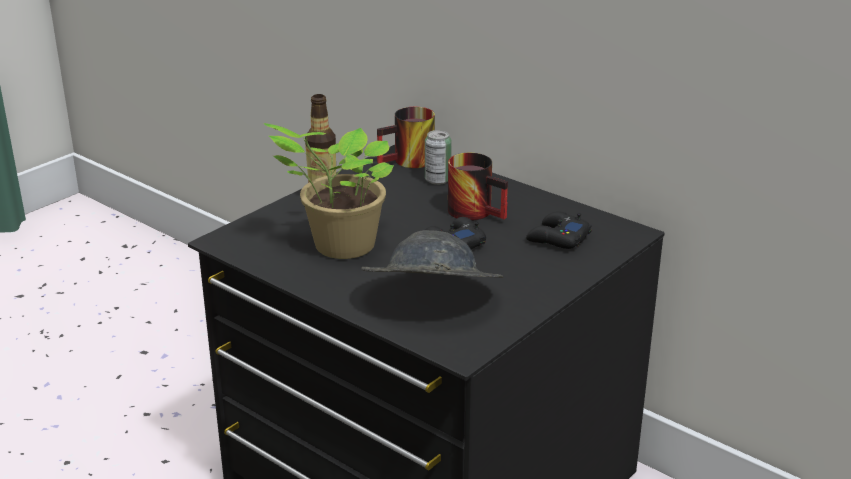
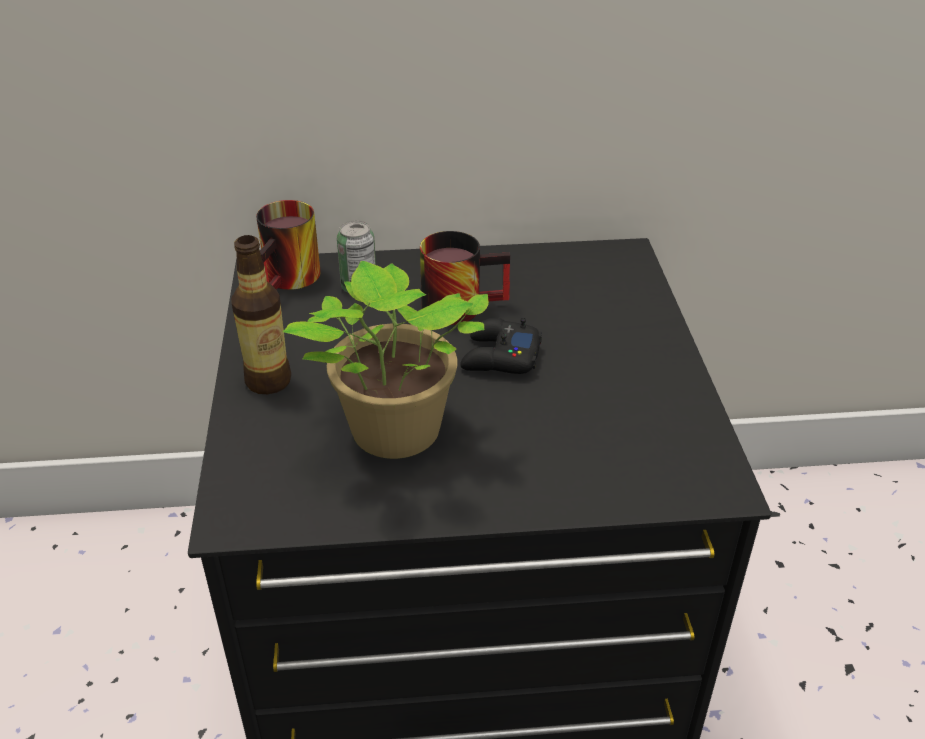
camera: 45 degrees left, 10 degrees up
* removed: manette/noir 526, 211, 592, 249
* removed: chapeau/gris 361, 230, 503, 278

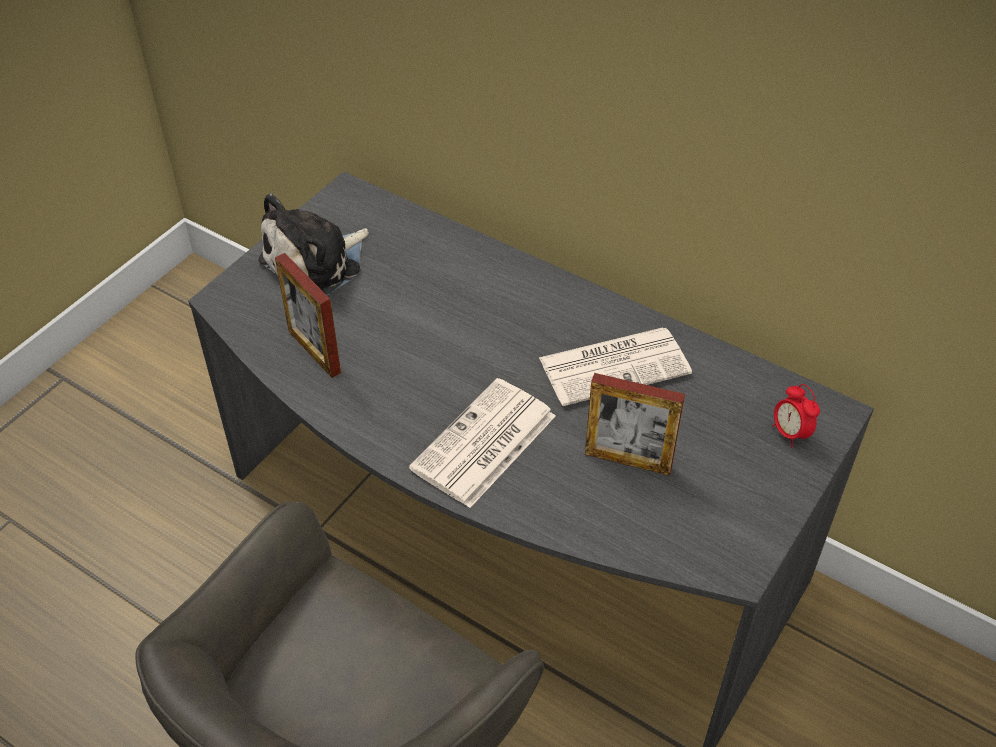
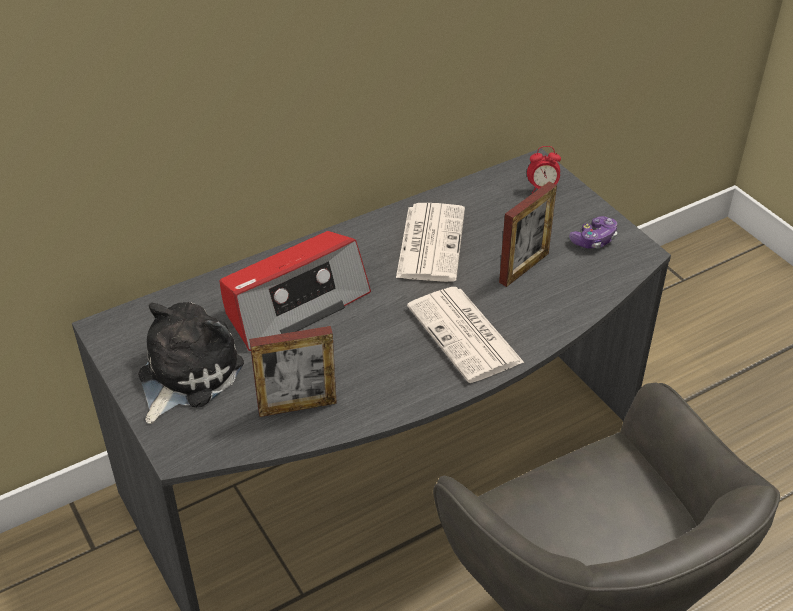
camera: 65 degrees left, 5 degrees down
* turned: peluche 258, 193, 369, 295 = 138, 302, 244, 424 135 degrees counterclockwise
* added: manette 569, 216, 617, 249
* added: radio 219, 231, 371, 351

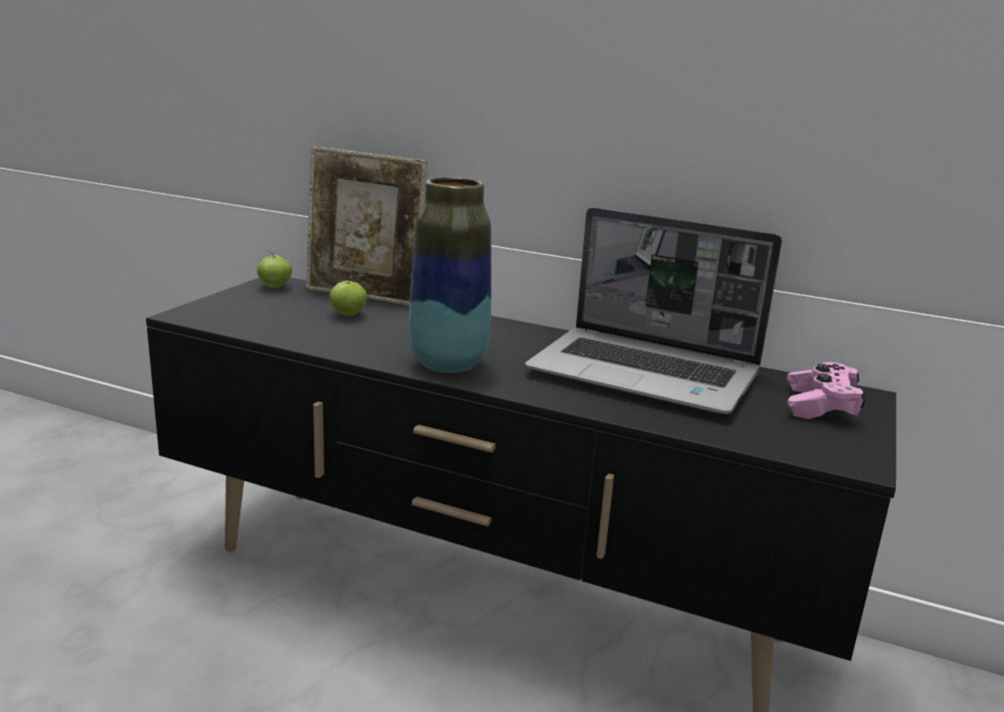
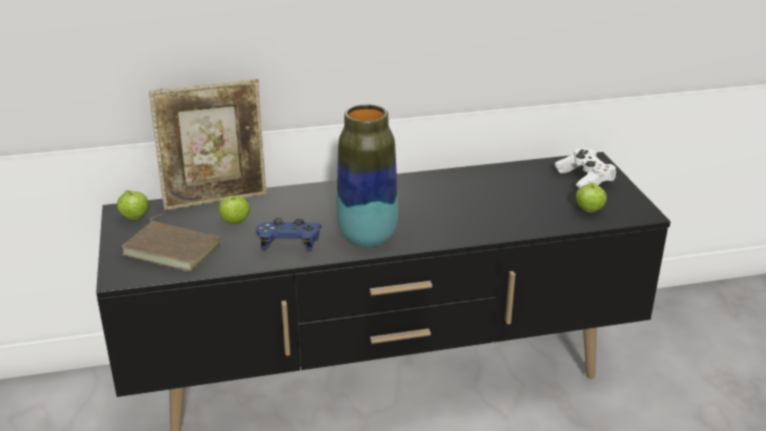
camera: 35 degrees left, 10 degrees up
* removed: ordinateur portable 525, 207, 782, 414
* recoloured: manette/rose 787, 362, 866, 419 to manette/blanc 555, 148, 618, 188
* added: pomme 576, 181, 607, 213
* added: livre/marron 122, 214, 221, 272
* added: manette/bleu 256, 218, 322, 252

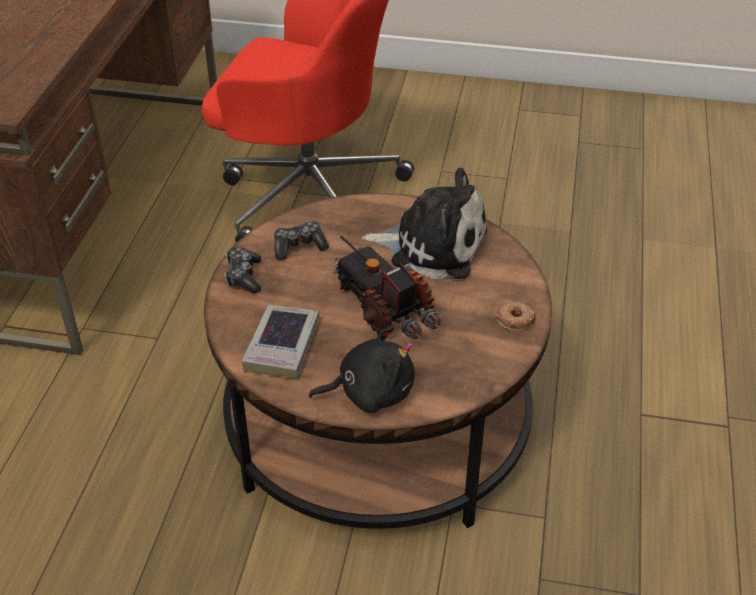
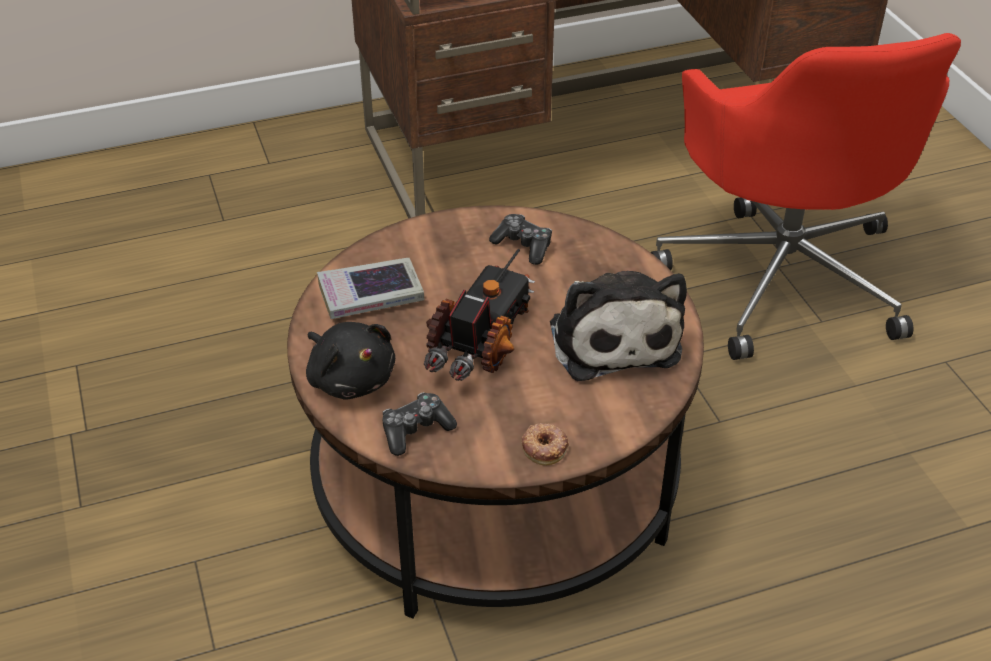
camera: 60 degrees right, 0 degrees up
* moved: manette 224, 247, 261, 294 to 382, 392, 457, 456

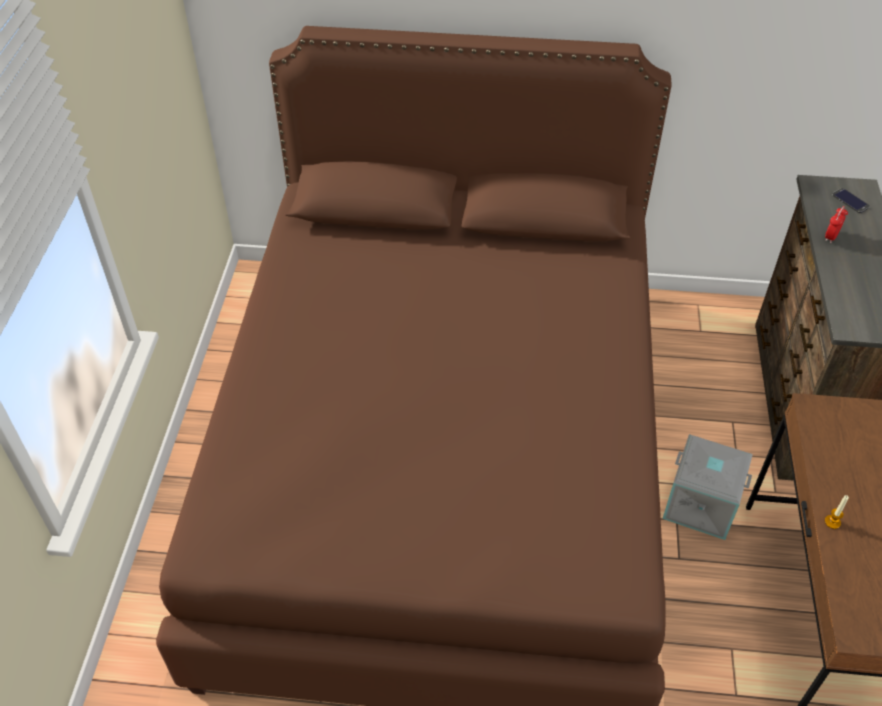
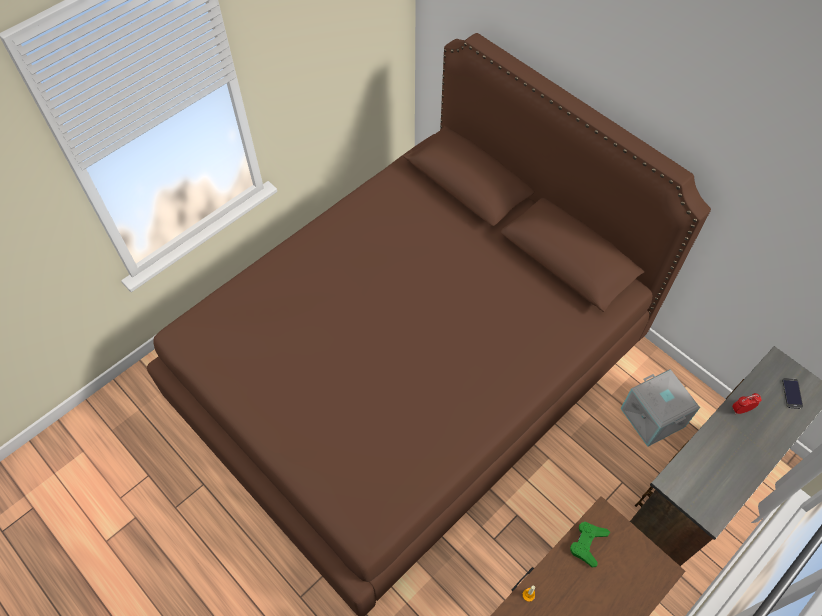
camera: 40 degrees right, 10 degrees up
* moved: boîte de rangement/gris 662, 434, 753, 540 to 620, 369, 700, 447
* added: manette/vert 570, 522, 610, 567

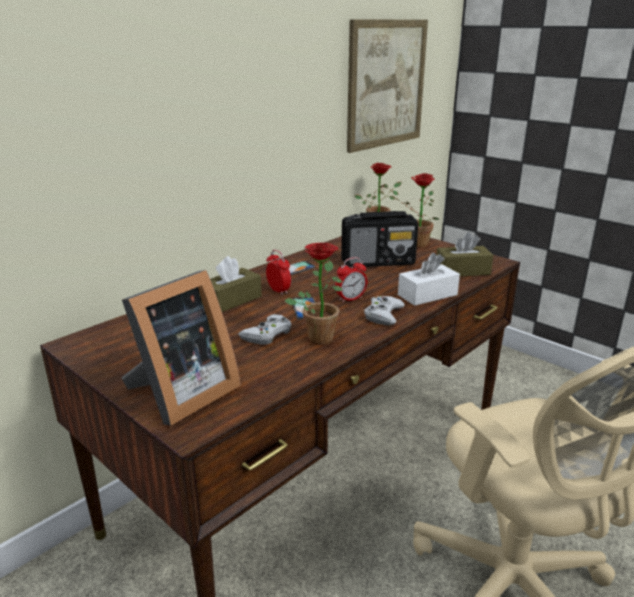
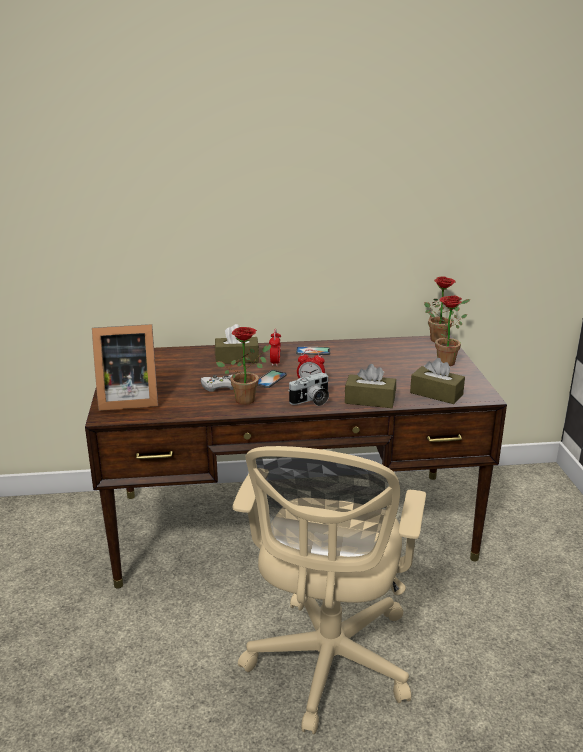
camera: 40 degrees right, 0 degrees up
* removed: tableau 347, 19, 428, 153
* removed: radio 341, 211, 418, 268
* recoloured: boîte à mouchoirs/blanc 398, 253, 460, 306 to boîte à mouchoirs/marron 345, 364, 396, 408
* replaced: manette/blanc 364, 296, 405, 325 to appareil photo 288, 372, 329, 406

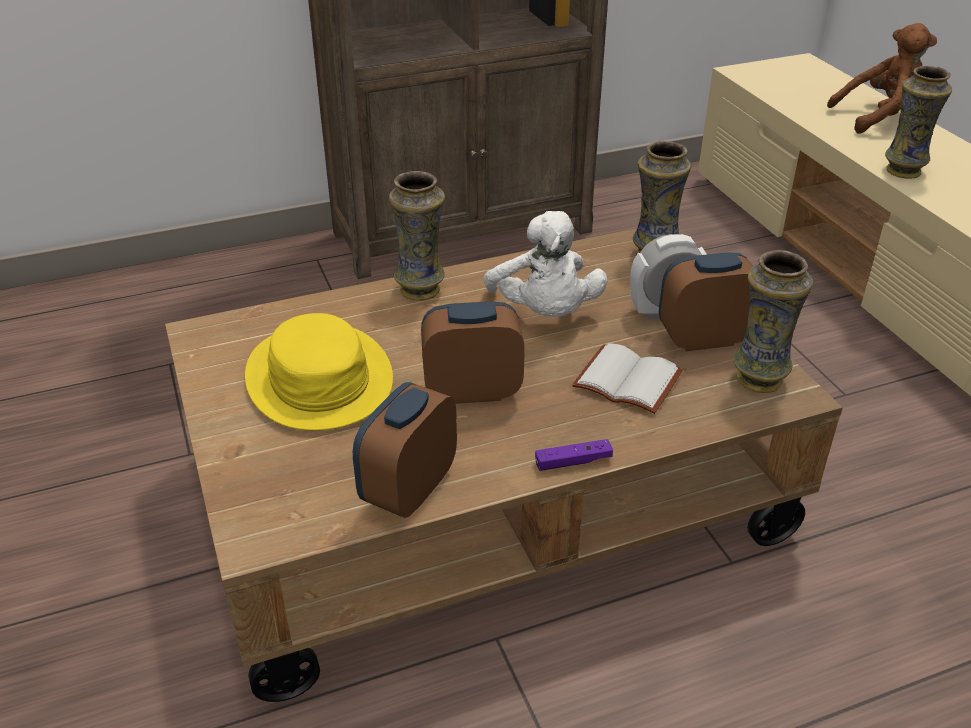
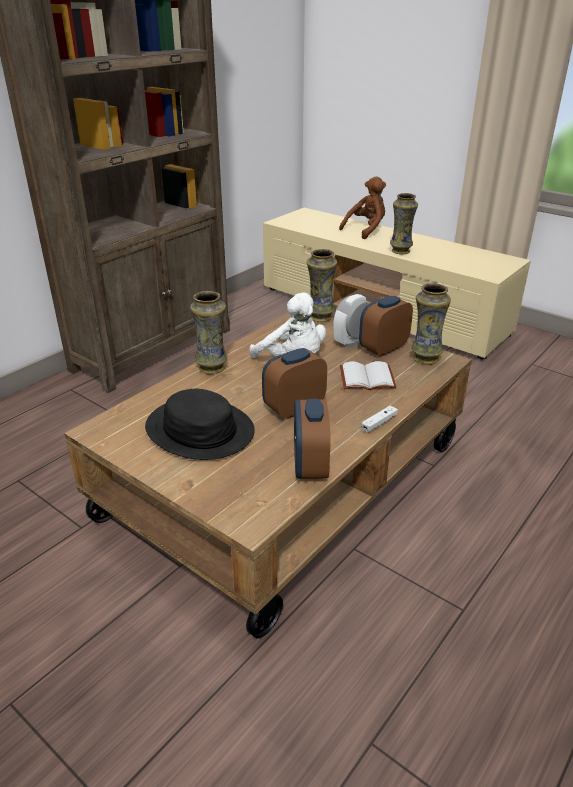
camera: 30 degrees left, 5 degrees down
* recoloured: chapeau/jaune 245, 313, 393, 431 to chapeau/noir 145, 389, 255, 460
* recoloured: manette/violet 535, 439, 613, 471 to manette/blanc 361, 405, 398, 433

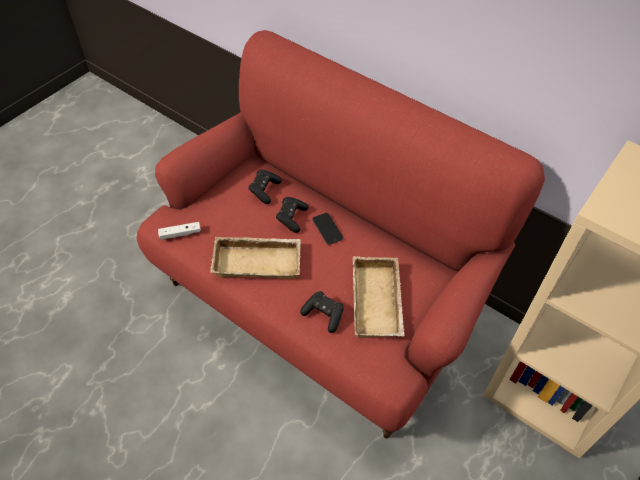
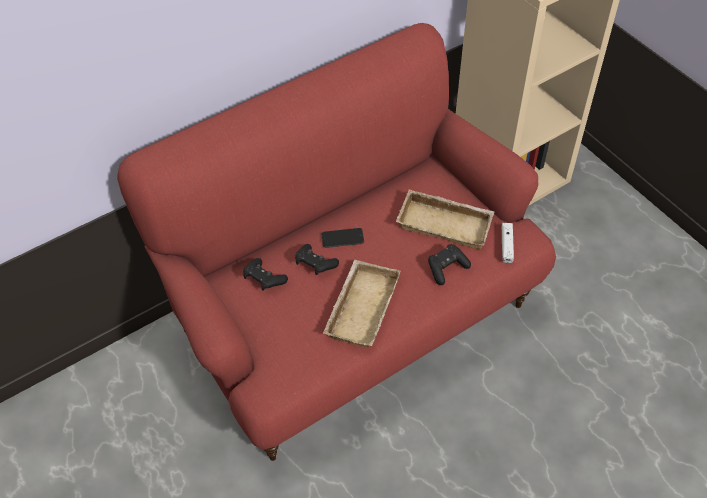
camera: 70 degrees left, 0 degrees up
* moved: manette/blanc 158, 222, 201, 240 to 502, 223, 514, 263

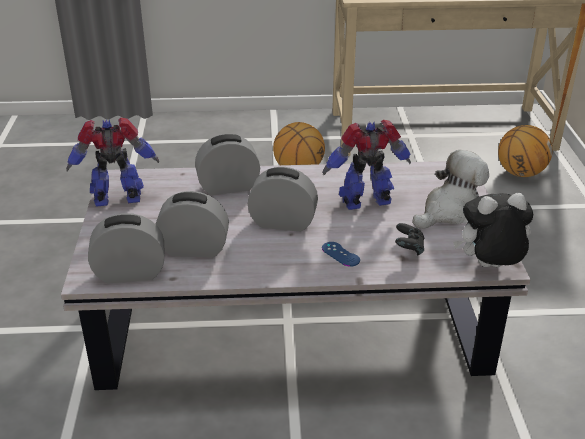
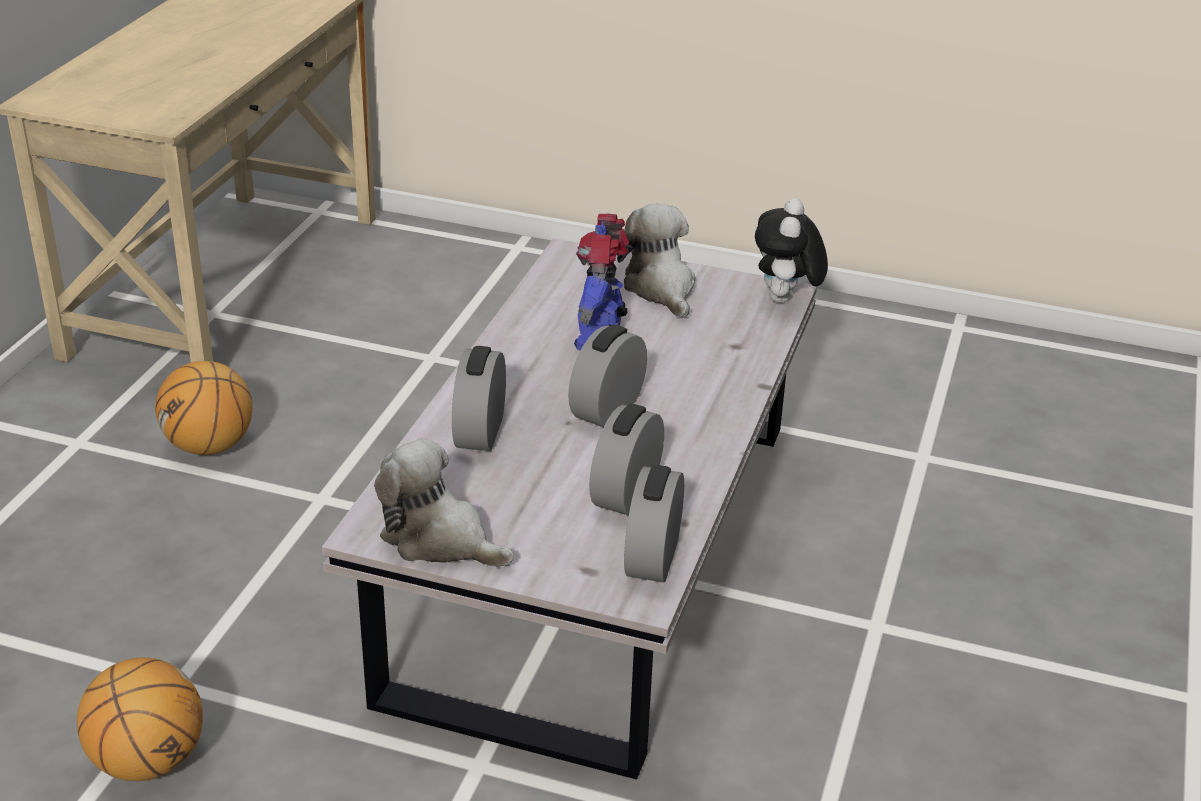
camera: 70 degrees left, 0 degrees up
* replaced: robot jouet 66, 118, 159, 207 to peluche 374, 438, 514, 567
* moved: ballon de basket 498, 125, 553, 177 to 77, 658, 203, 781
* removed: manette/noir 395, 223, 424, 255
* removed: manette/bleu 322, 242, 360, 267

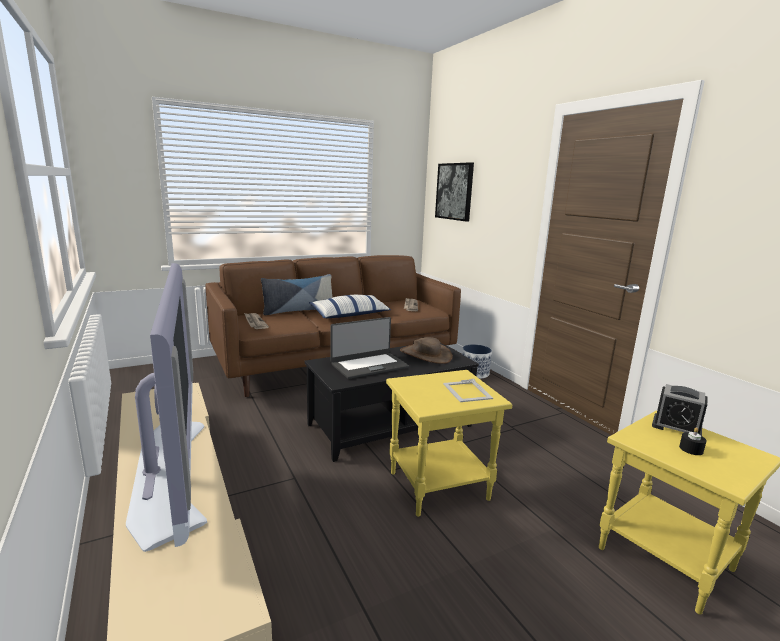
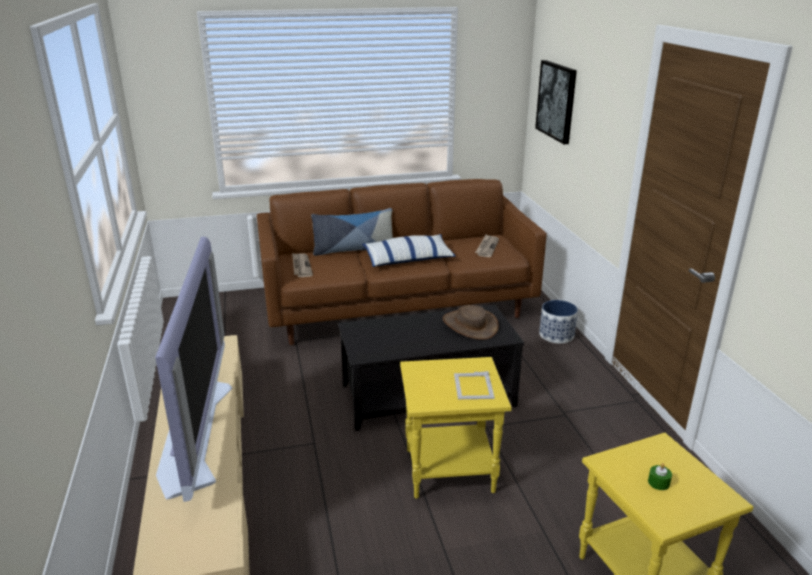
camera: 15 degrees right, 10 degrees up
* removed: ordinateur portable 331, 317, 409, 379
* removed: réveil 652, 384, 708, 436
* recoloured: bougie/noir 679, 427, 706, 455 to bougie/vert 648, 463, 672, 490

